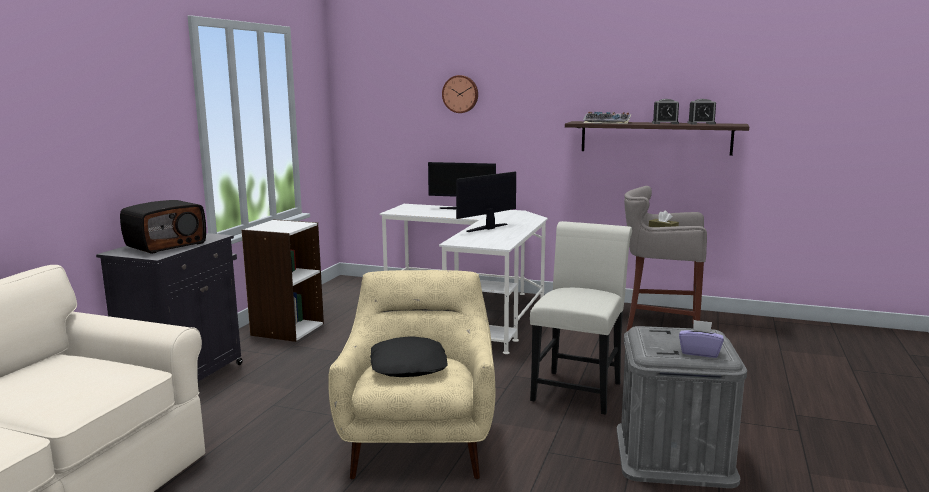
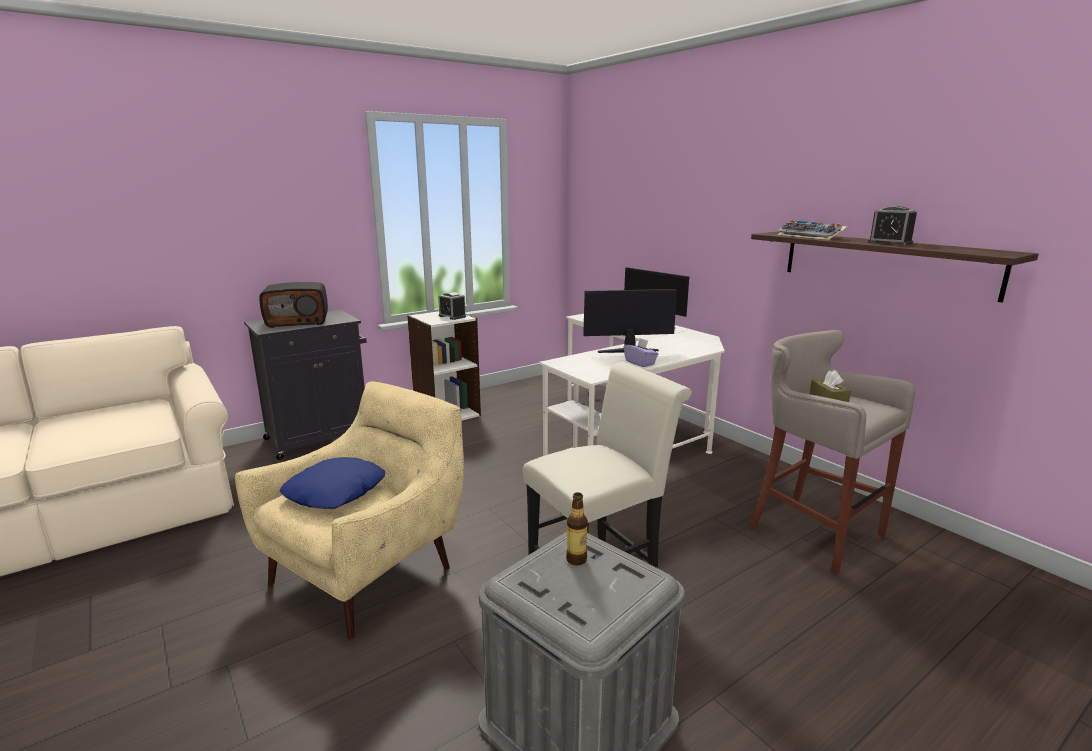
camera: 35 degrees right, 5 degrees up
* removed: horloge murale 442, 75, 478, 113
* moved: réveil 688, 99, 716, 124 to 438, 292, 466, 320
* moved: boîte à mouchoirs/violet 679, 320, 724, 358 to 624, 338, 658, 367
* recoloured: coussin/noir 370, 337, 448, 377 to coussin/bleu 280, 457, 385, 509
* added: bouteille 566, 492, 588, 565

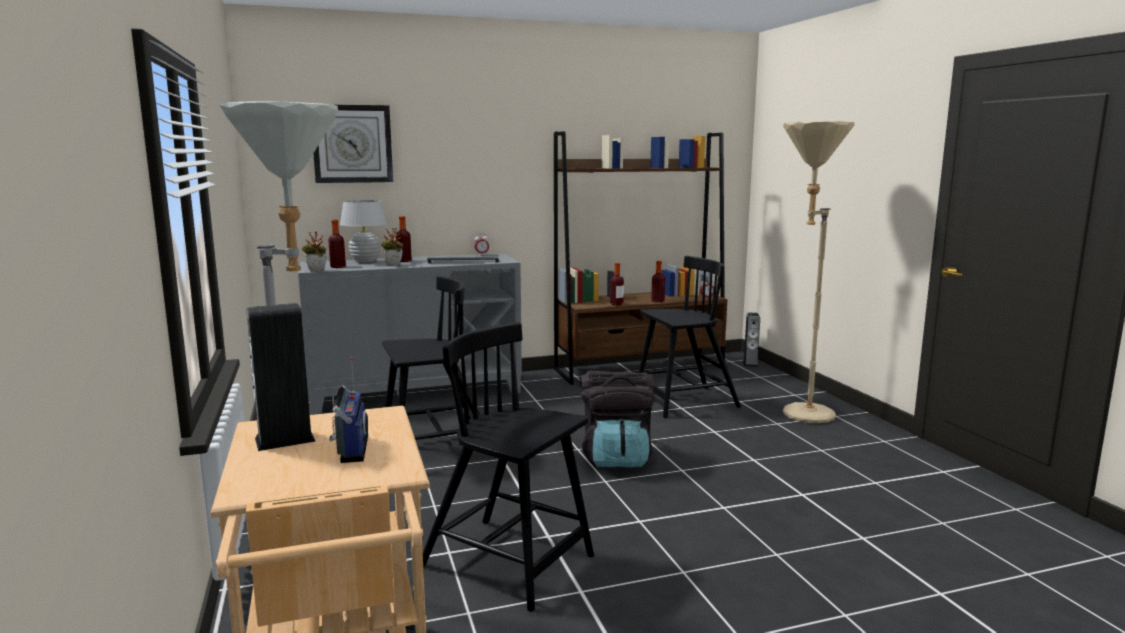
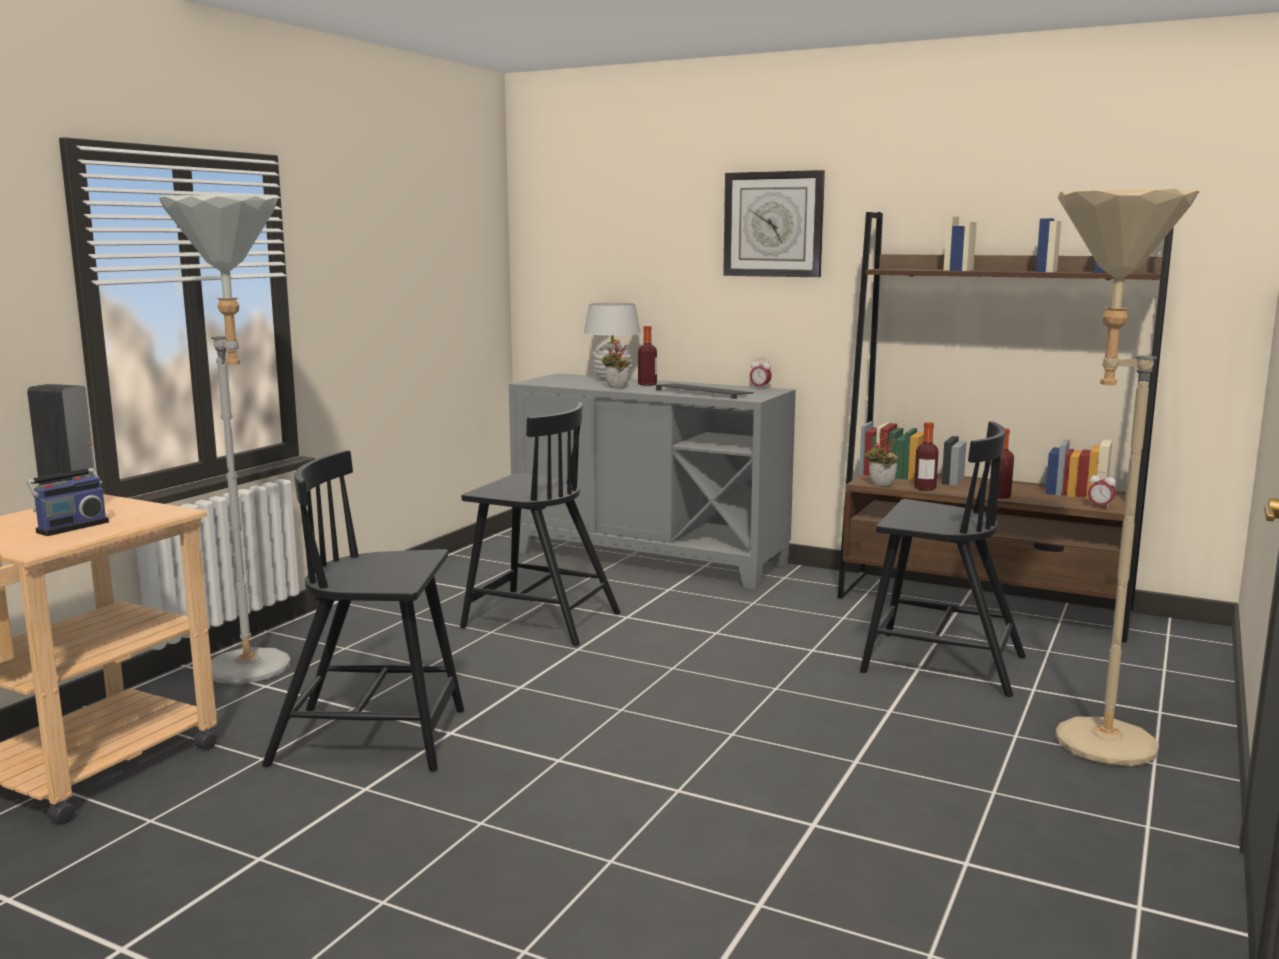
camera: 45 degrees right, 0 degrees up
* moved: horloge murale 313, 104, 393, 183 to 723, 170, 825, 277
* removed: bouteille 328, 220, 346, 268
* moved: plante en pot 302, 232, 327, 271 to 865, 433, 899, 486
* removed: enceinte 743, 313, 760, 367
* turned: chaise/noir 423, 322, 594, 612 = 262, 450, 464, 772 75 degrees counterclockwise
* removed: sac à dos/noir 580, 371, 655, 468

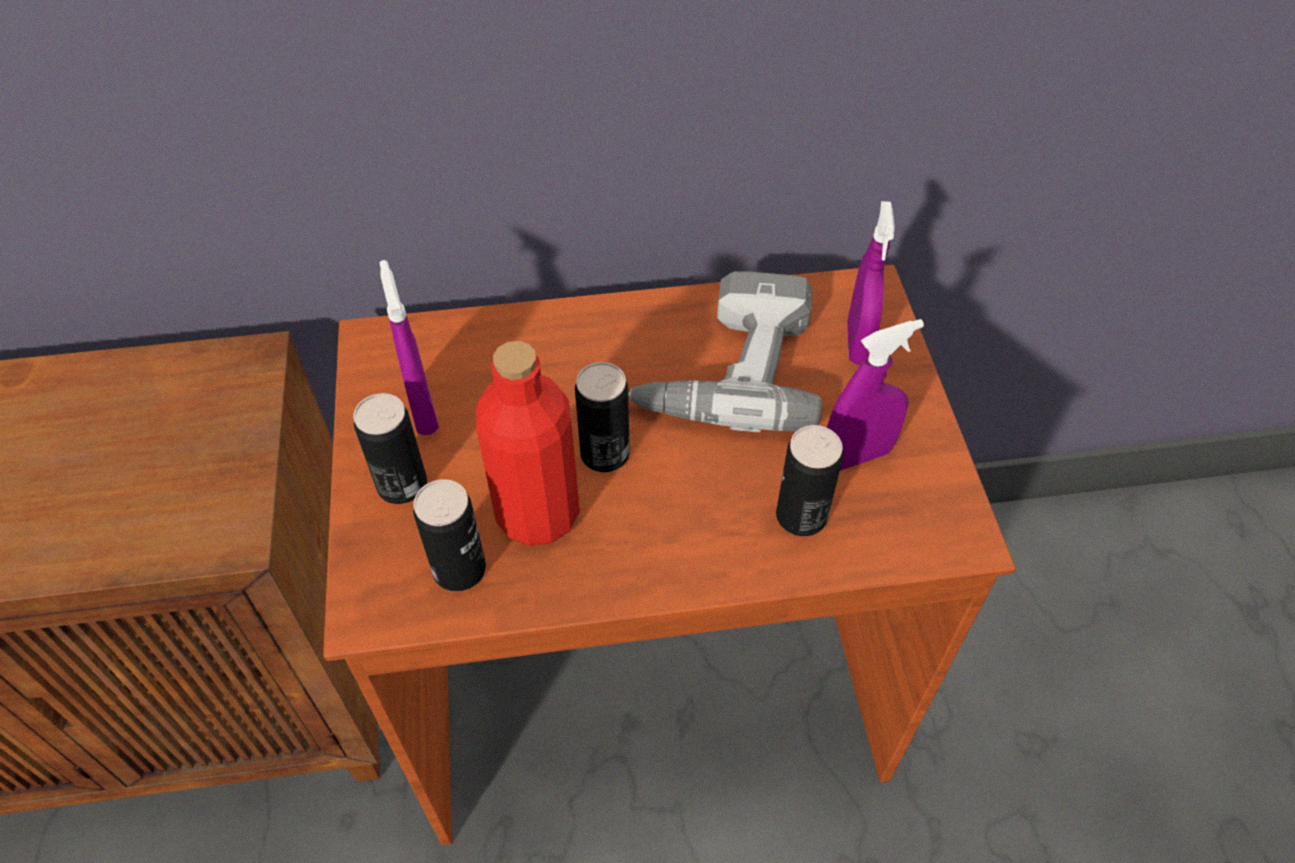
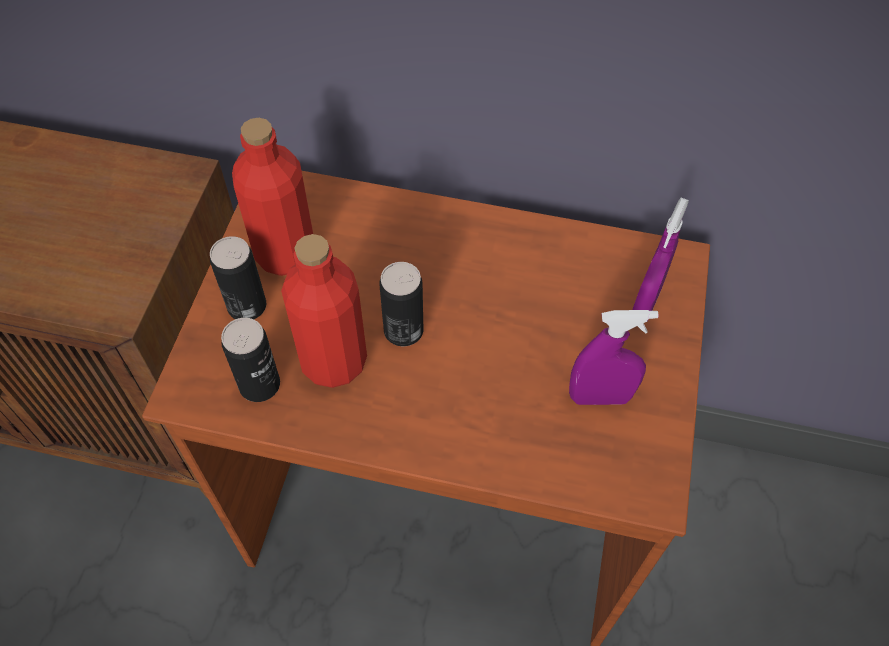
camera: 20 degrees right, 5 degrees up
* replaced: vaporisateur/violet 380, 260, 439, 435 to bouteille/rouge 232, 118, 313, 276
* removed: perceuse 628, 271, 822, 432
* removed: boîte métallique 776, 425, 843, 536

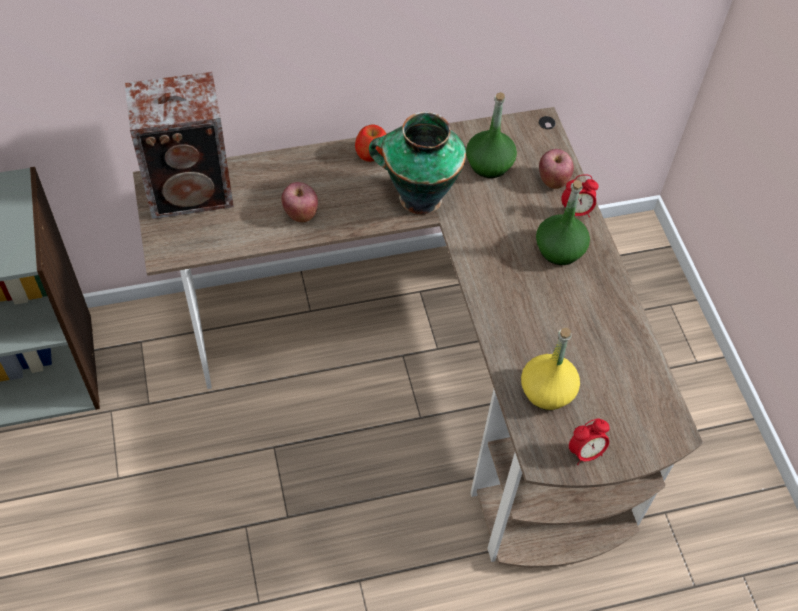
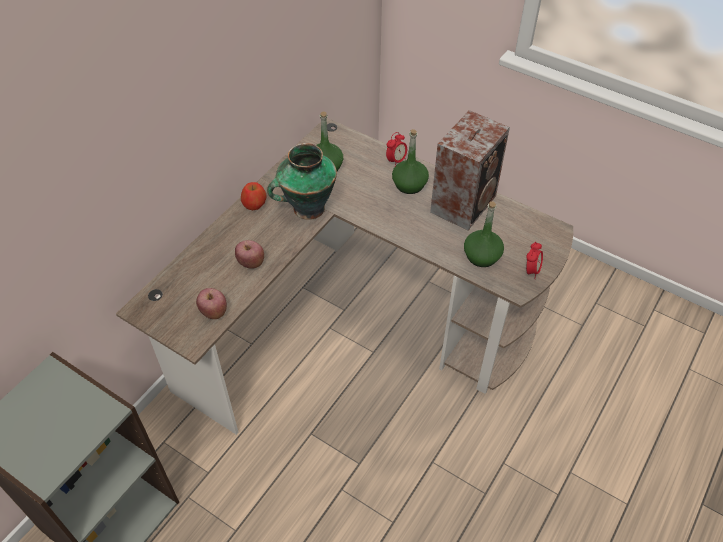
camera: 40 degrees left, 5 degrees down
* moved: enceinte 125, 72, 234, 219 to 430, 110, 510, 230
* moved: pomme 539, 149, 574, 189 to 196, 288, 227, 319
* recoloured: bouteille/jaune 521, 328, 580, 410 to bouteille/vert 464, 201, 504, 267

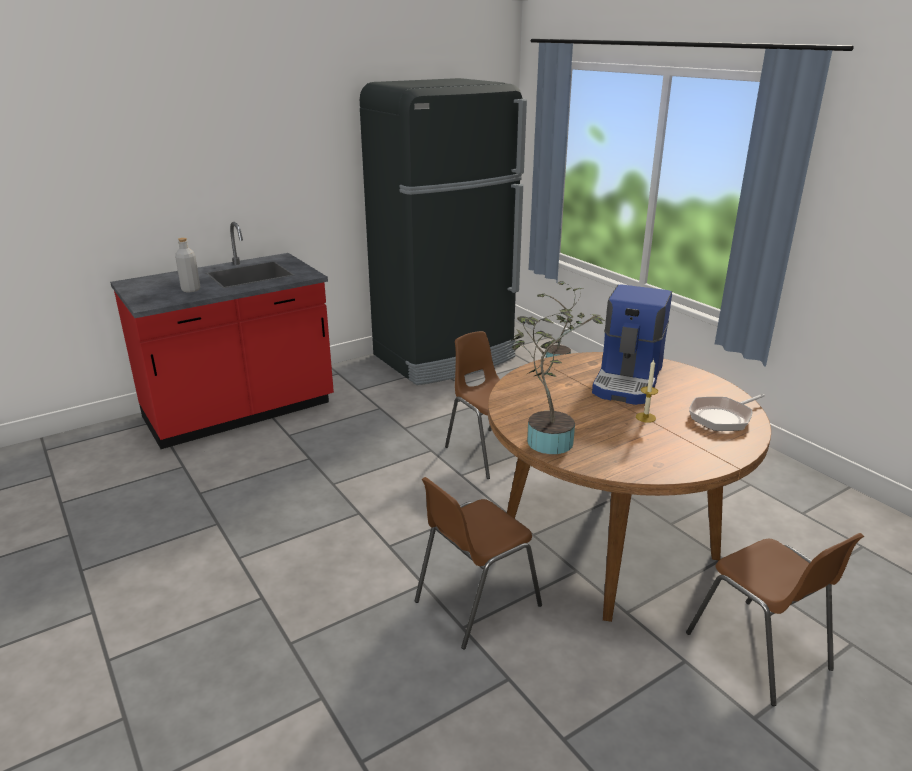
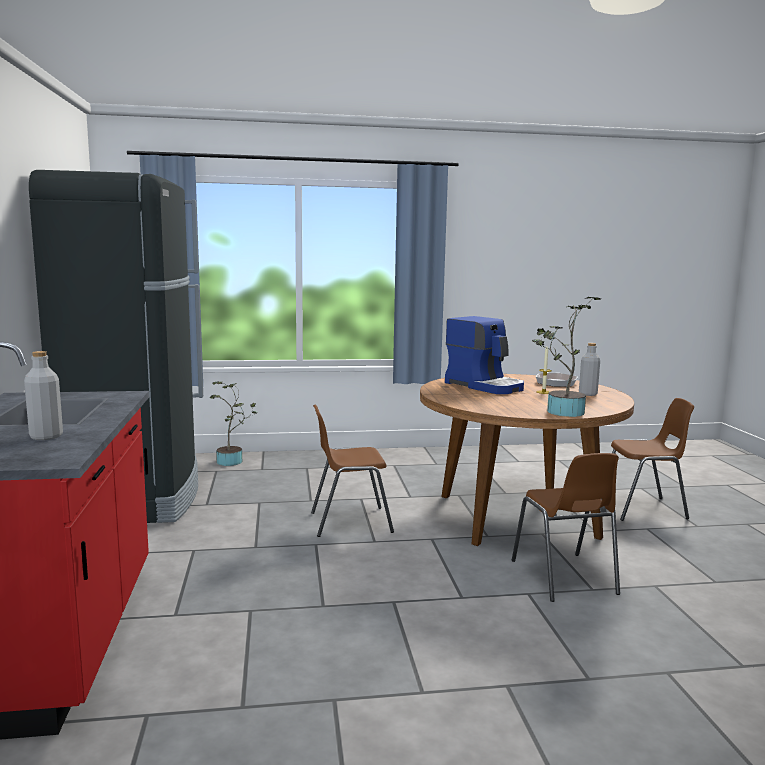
camera: 65 degrees left, 15 degrees down
* added: bouteille/gris 579, 343, 600, 396

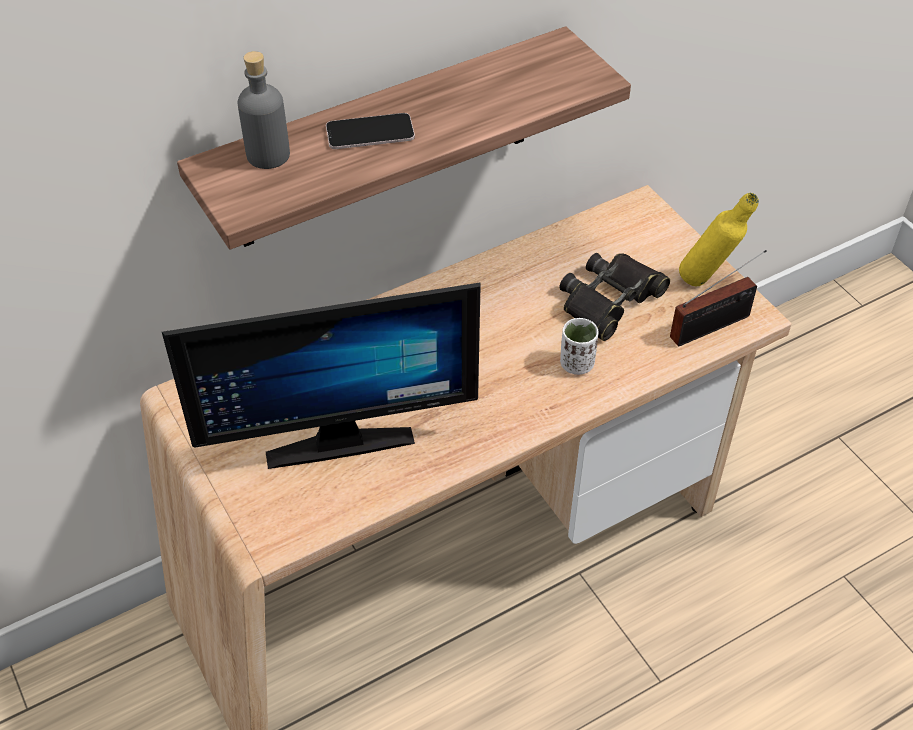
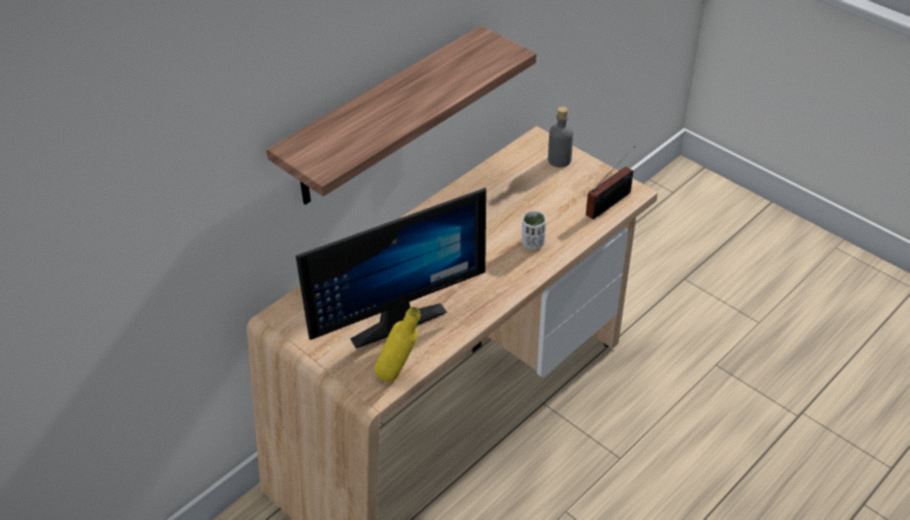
camera: 15 degrees left, 5 degrees down
* moved: bouteille/gris 238, 51, 290, 169 to 548, 106, 573, 167
* removed: téléphone 326, 113, 415, 149
* moved: bouteille/jaune 679, 193, 759, 286 to 374, 307, 420, 382
* removed: jumelles/noir 559, 253, 670, 341

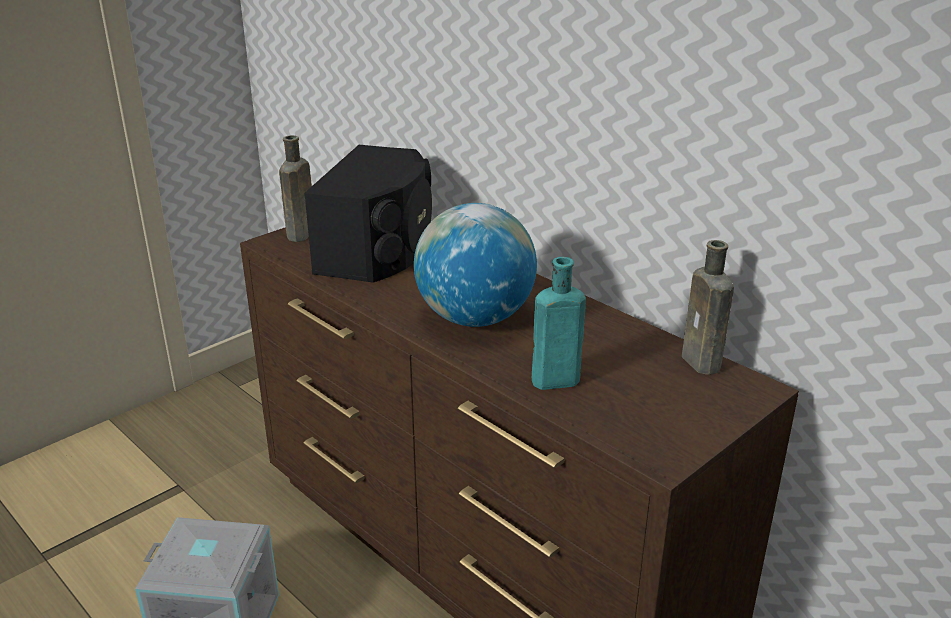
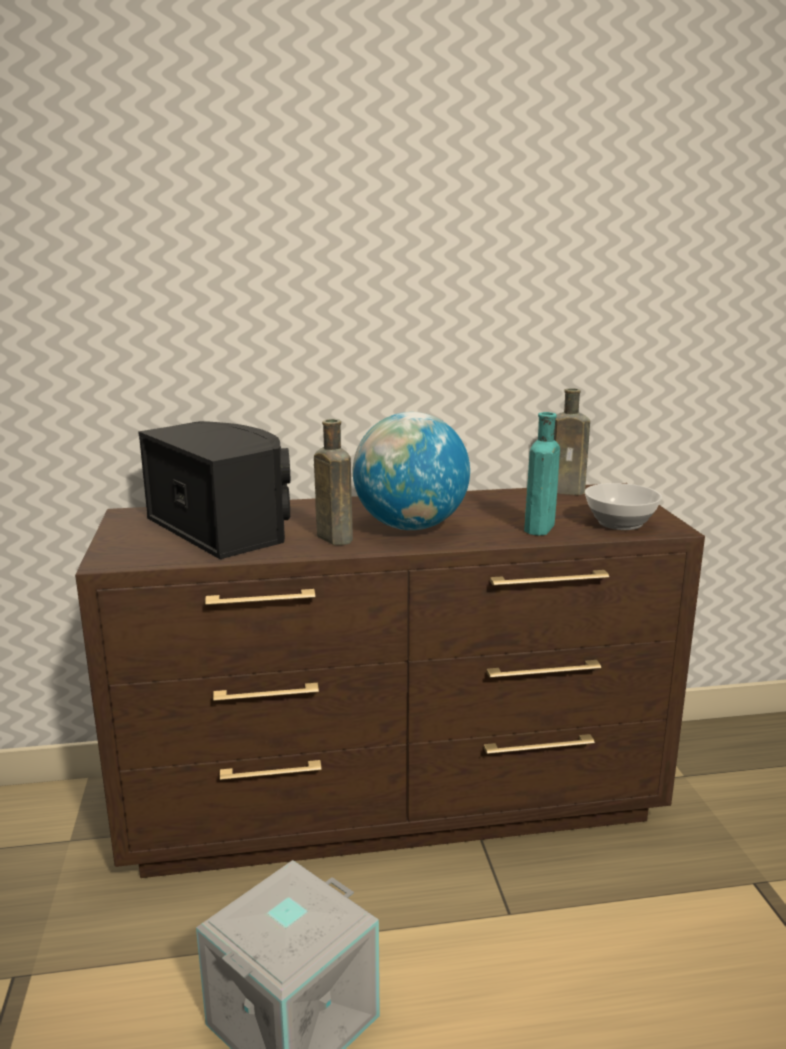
camera: 55 degrees left, 10 degrees down
* moved: bouteille/marron 279, 135, 312, 242 to 314, 419, 353, 545
* added: bol 585, 483, 662, 530

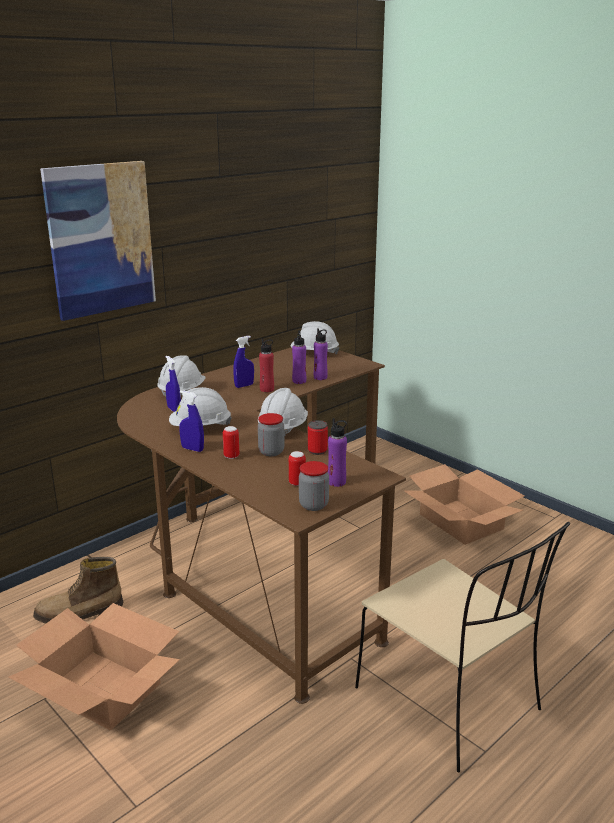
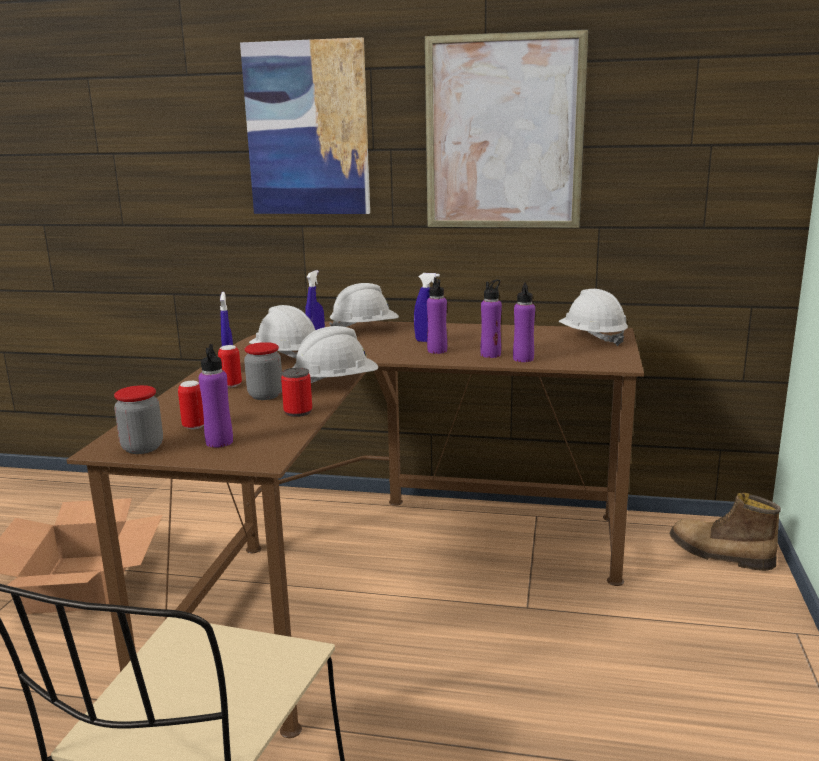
camera: 55 degrees right, 5 degrees down
* recoloured: bouteille/rouge 259, 339, 274, 392 to bouteille/violet 427, 277, 447, 354
* removed: carton 404, 464, 525, 545
* moved: botte 33, 557, 123, 624 to 669, 493, 781, 571
* added: tableau 425, 29, 588, 228

